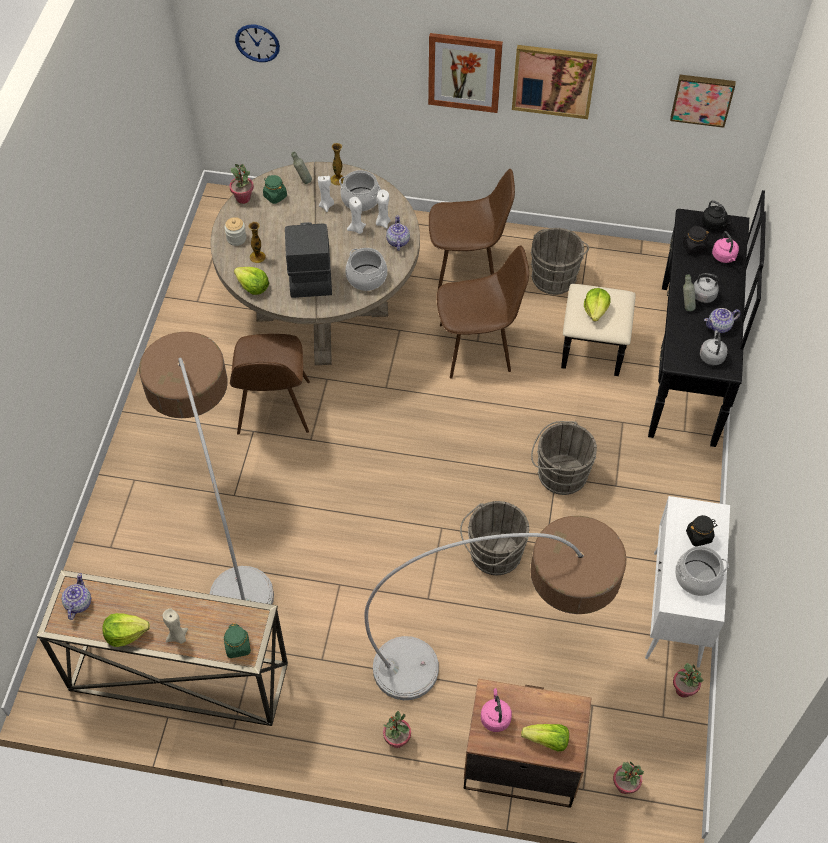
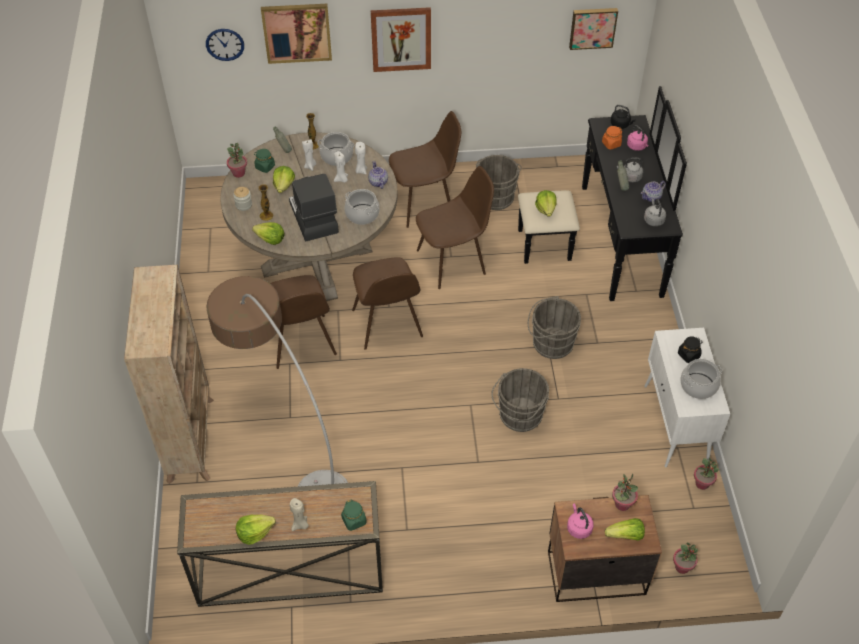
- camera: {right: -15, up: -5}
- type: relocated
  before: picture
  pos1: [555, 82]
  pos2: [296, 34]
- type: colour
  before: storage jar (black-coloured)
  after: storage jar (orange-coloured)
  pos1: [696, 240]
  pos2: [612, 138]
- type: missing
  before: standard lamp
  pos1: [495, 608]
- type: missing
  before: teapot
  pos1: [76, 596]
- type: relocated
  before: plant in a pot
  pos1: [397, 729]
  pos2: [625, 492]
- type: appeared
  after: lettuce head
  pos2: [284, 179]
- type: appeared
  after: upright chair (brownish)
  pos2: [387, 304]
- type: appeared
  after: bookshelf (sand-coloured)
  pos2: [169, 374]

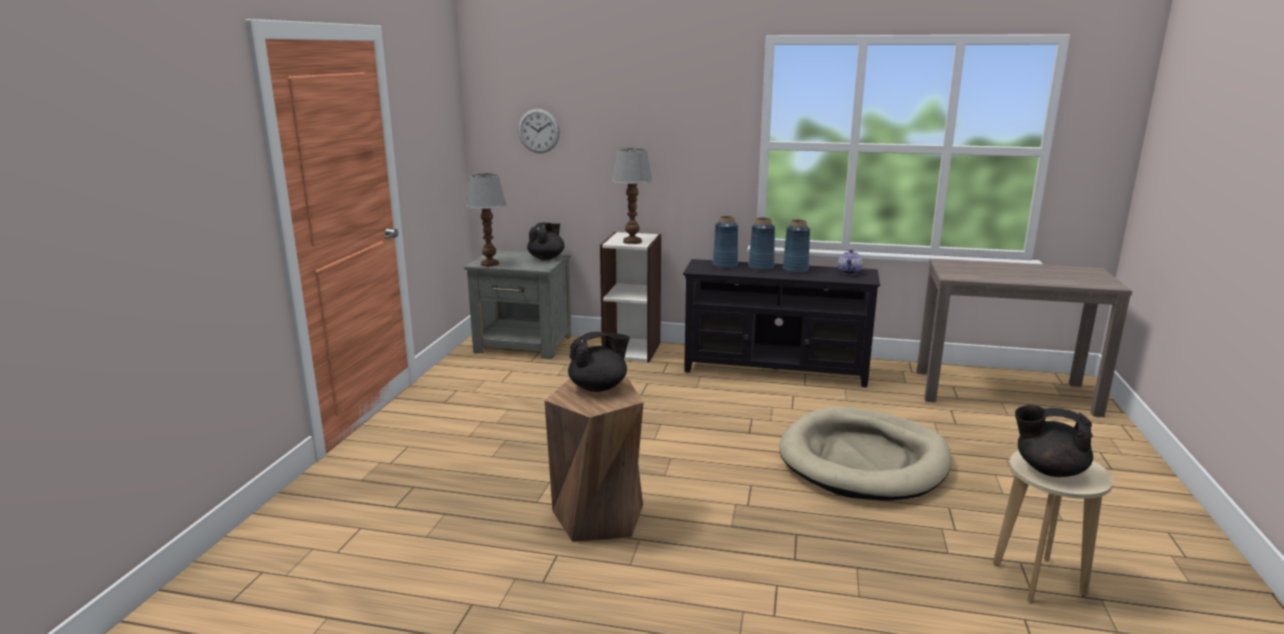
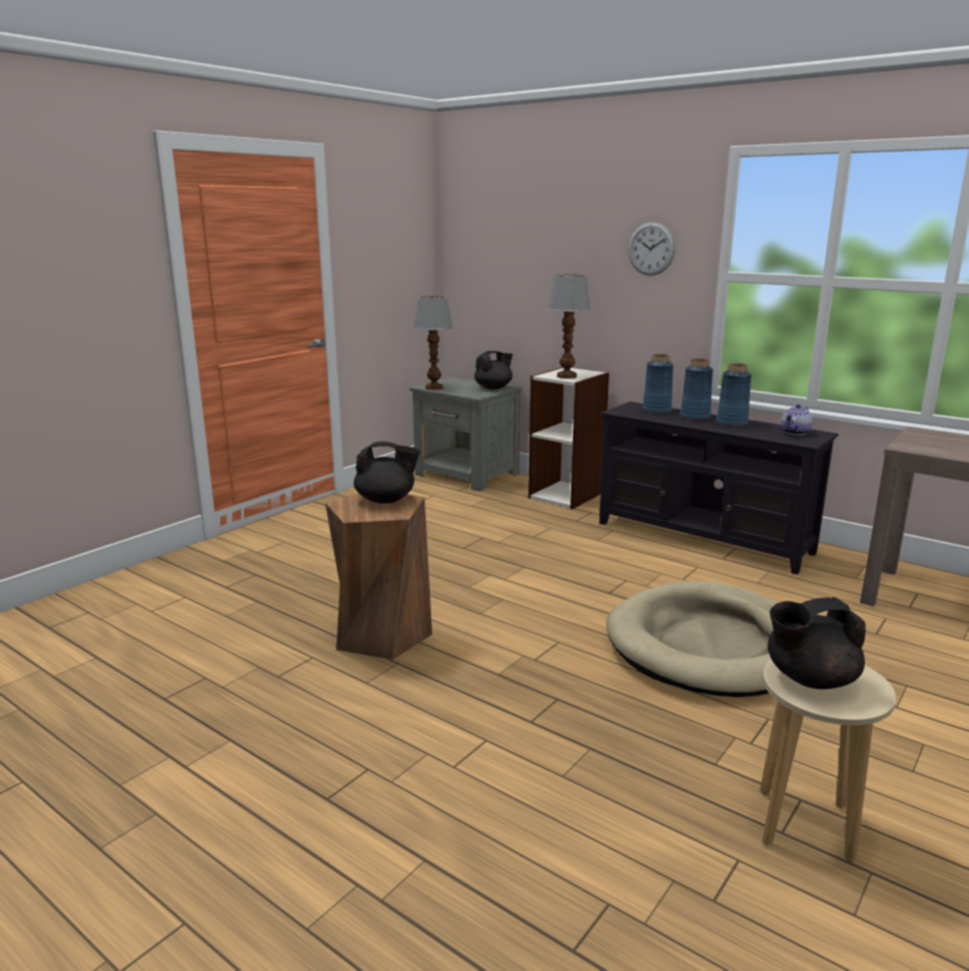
- camera: {right: 25, up: 0}
- type: relocated
  before: clock on the wall
  pos1: [539, 131]
  pos2: [651, 249]
- type: spun
  before: teapot (black-coloured)
  pos1: [1054, 441]
  pos2: [817, 643]
  turn: -60

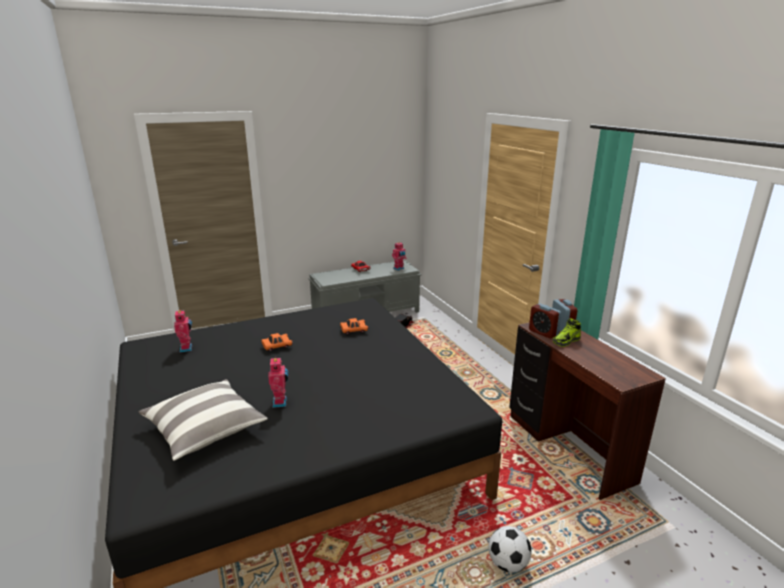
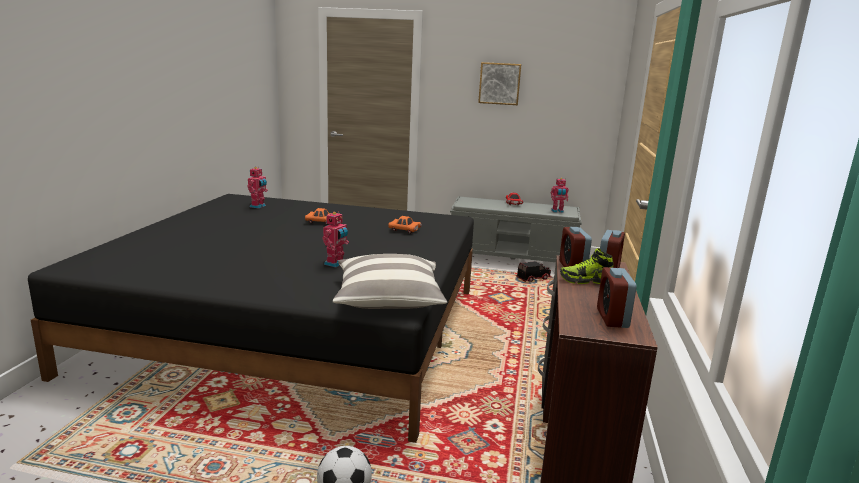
- camera: {right: 35, up: -5}
- type: relocated
  before: model robot
  pos1: [278, 382]
  pos2: [335, 239]
- type: relocated
  before: pillow
  pos1: [203, 420]
  pos2: [390, 281]
- type: appeared
  after: picture
  pos2: [500, 83]
- type: appeared
  after: table clock
  pos2: [617, 297]

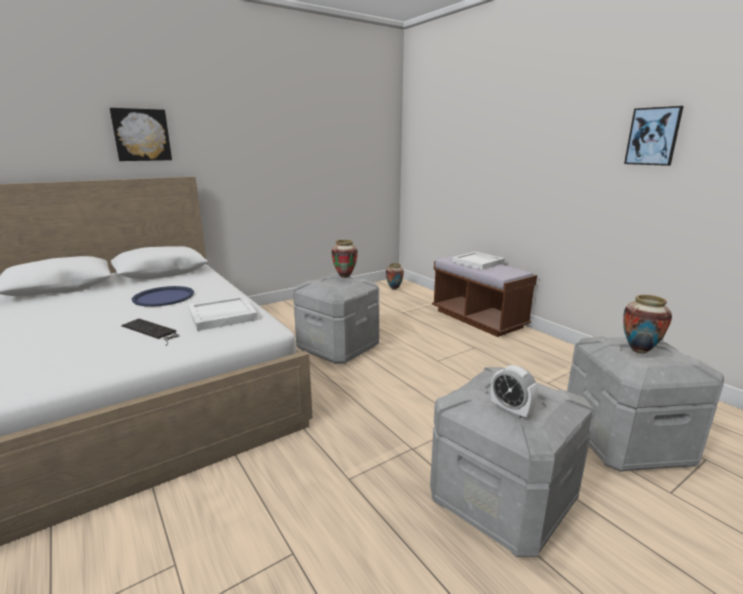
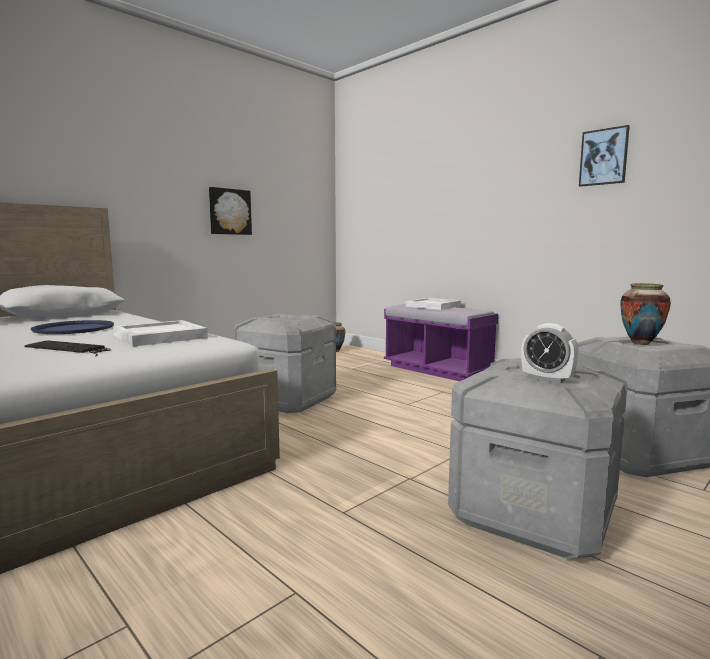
- camera: {right: -10, up: -10}
- type: relocated
  before: picture
  pos1: [140, 134]
  pos2: [230, 211]
- type: missing
  before: flower vase
  pos1: [344, 259]
- type: colour
  before: long seat (brownish)
  after: long seat (purple-coloured)
  pos1: [484, 296]
  pos2: [441, 342]

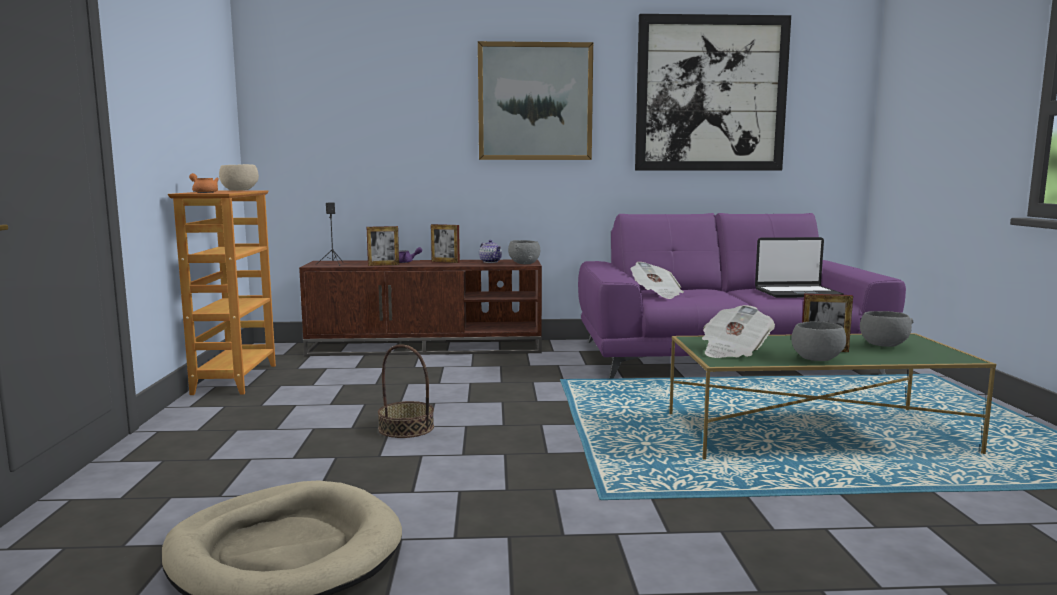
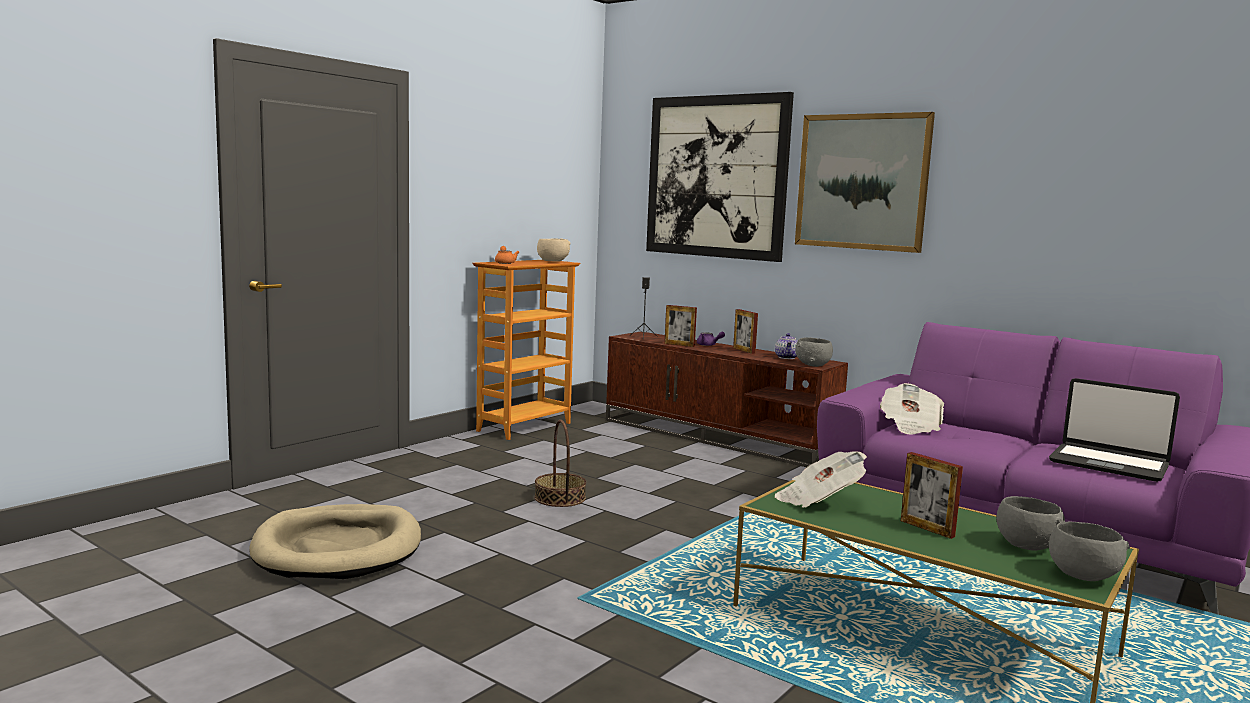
- camera: {right: 40, up: 0}
- type: relocated
  before: picture
  pos1: [713, 92]
  pos2: [720, 177]
- type: relocated
  before: bowl (gray)
  pos1: [819, 341]
  pos2: [1089, 551]

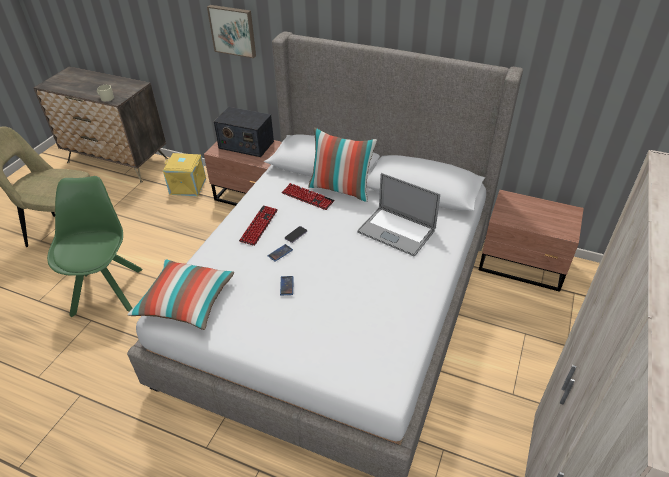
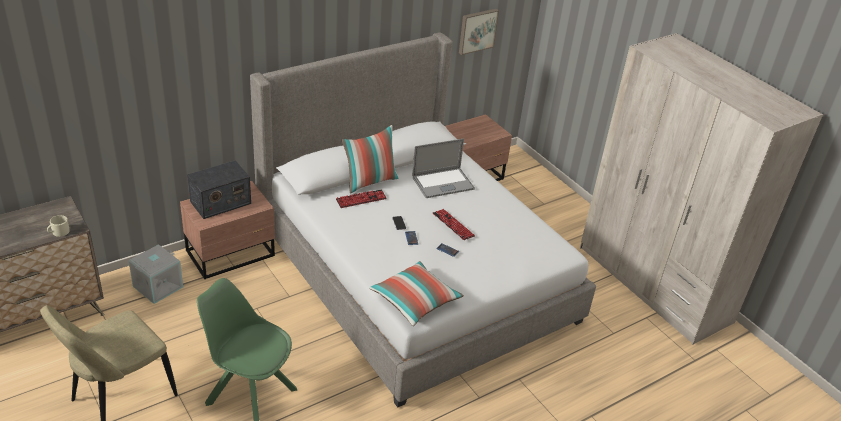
- camera: {right: -60, up: -5}
- type: relocated
  before: picture
  pos1: [231, 31]
  pos2: [479, 32]
- type: colour
  before: storage container (yellowish)
  after: storage container (gray)
  pos1: [184, 174]
  pos2: [155, 274]
- type: relocated
  before: keyboard
  pos1: [258, 226]
  pos2: [454, 224]

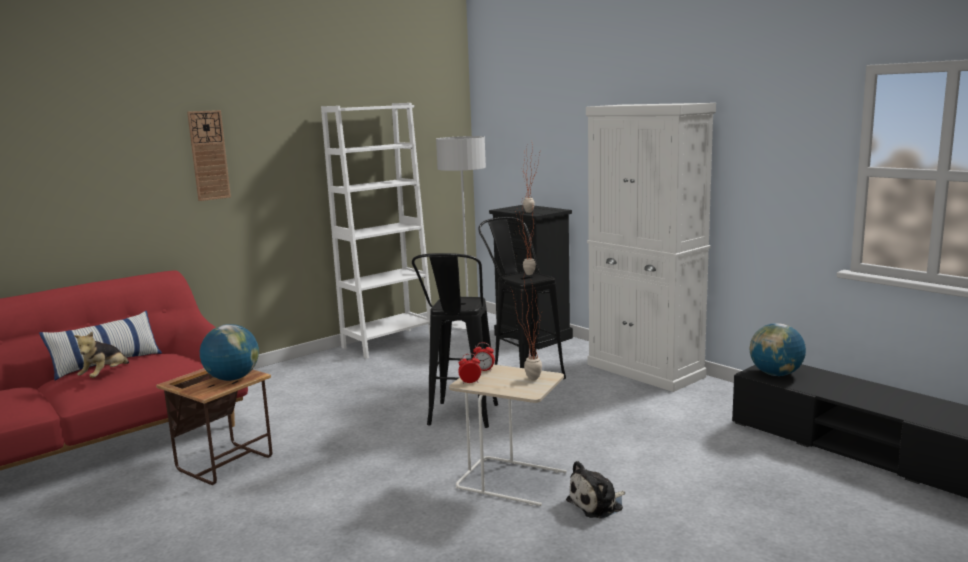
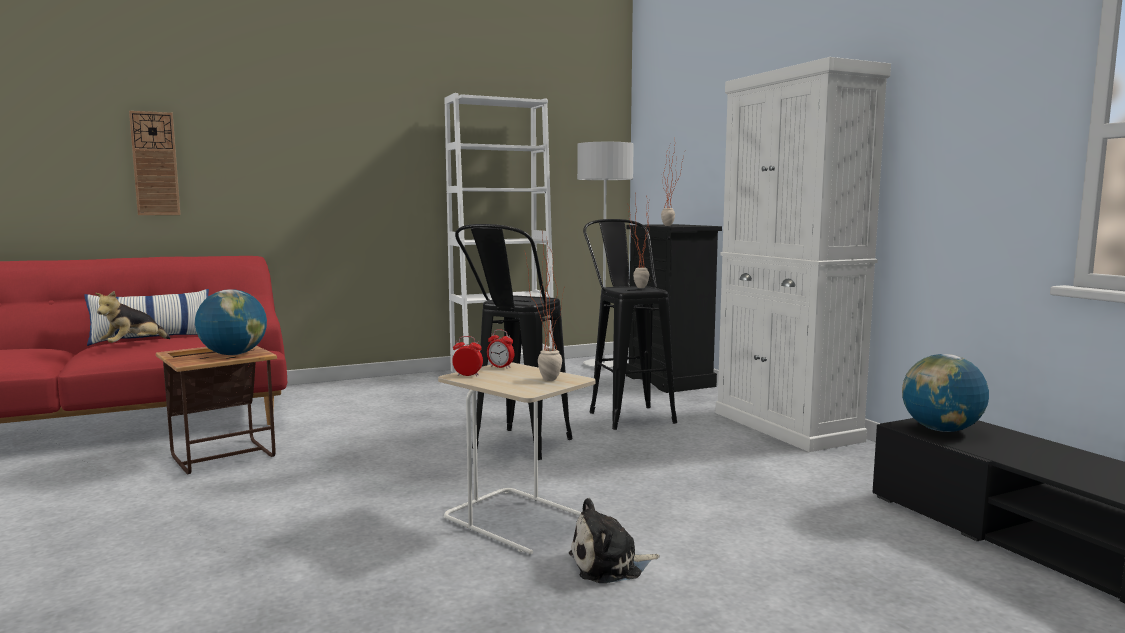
- camera: {right: 15, up: -5}
- type: relocated
  before: clock on the wall
  pos1: [209, 155]
  pos2: [154, 163]

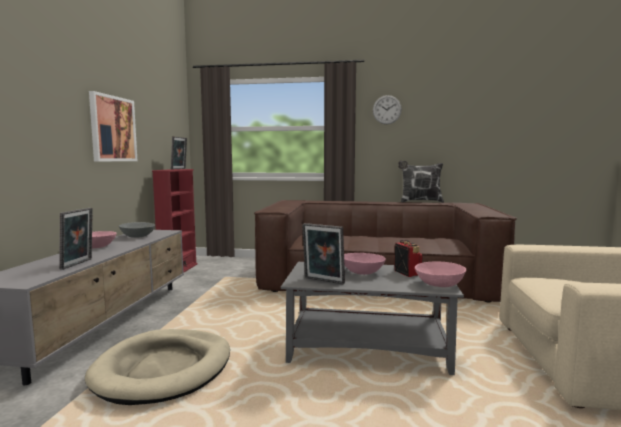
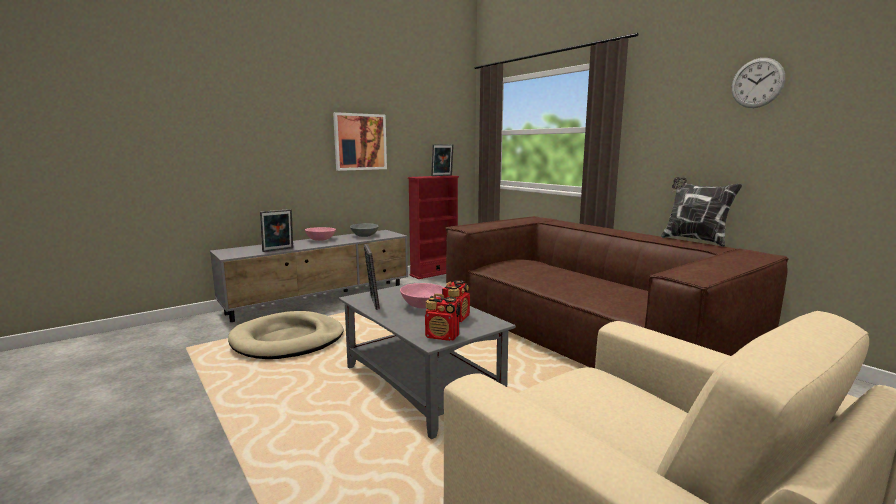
- camera: {right: 45, up: 5}
- type: relocated
  before: clock on the wall
  pos1: [387, 109]
  pos2: [758, 83]
- type: exchanged
  before: bowl (pink)
  after: radio receiver
  pos1: [440, 274]
  pos2: [442, 317]

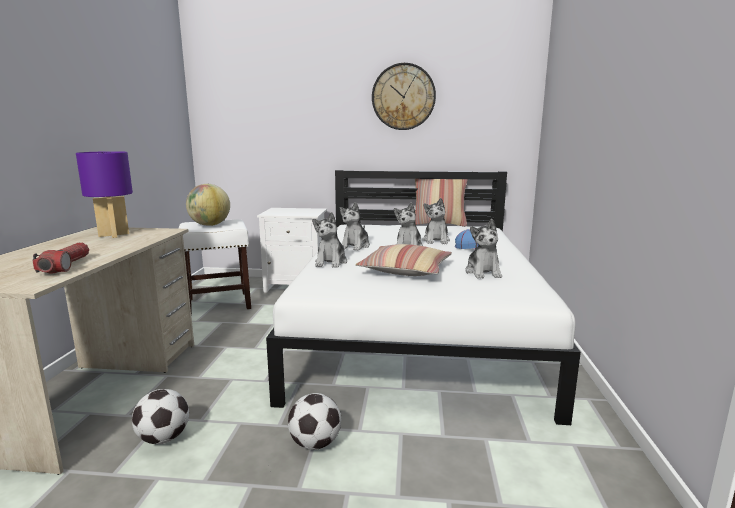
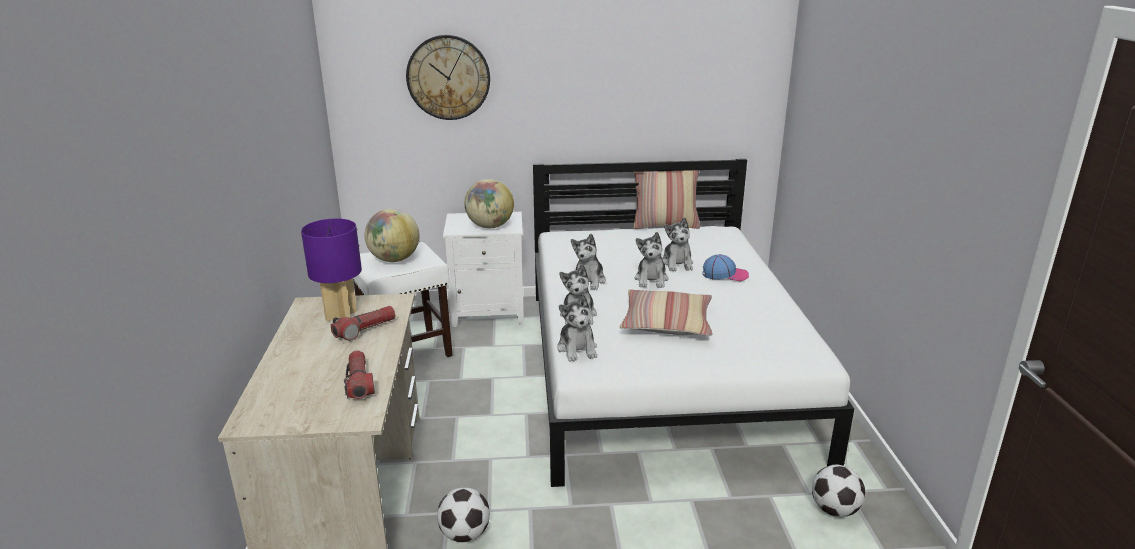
- camera: {right: -10, up: 10}
- type: relocated
  before: clock on the wall
  pos1: [404, 96]
  pos2: [448, 77]
- type: relocated
  before: cuddly toy
  pos1: [483, 249]
  pos2: [577, 328]
- type: relocated
  before: football
  pos1: [314, 421]
  pos2: [838, 491]
- type: appeared
  after: world globe
  pos2: [489, 203]
- type: appeared
  after: hand torch
  pos2: [363, 323]

